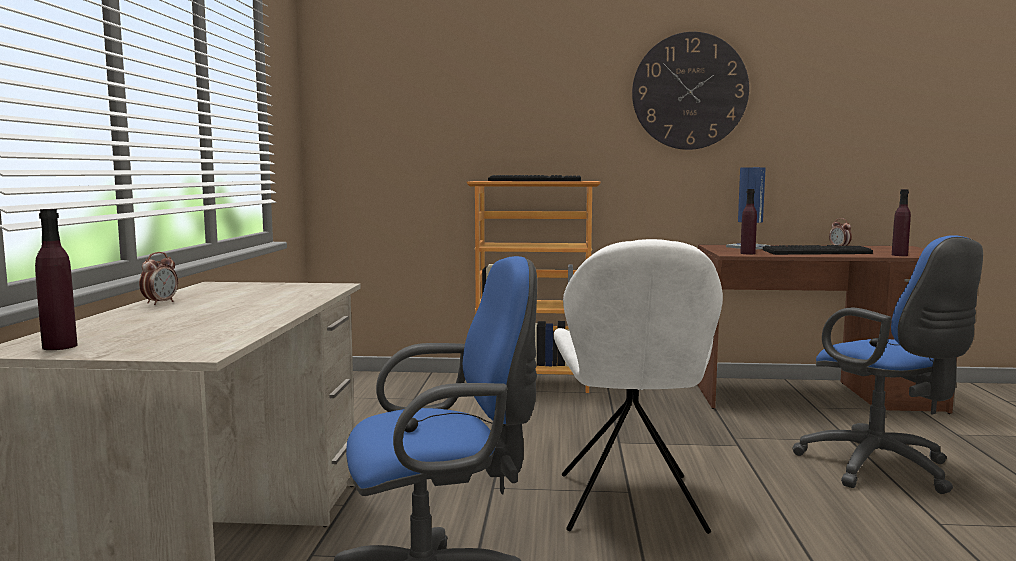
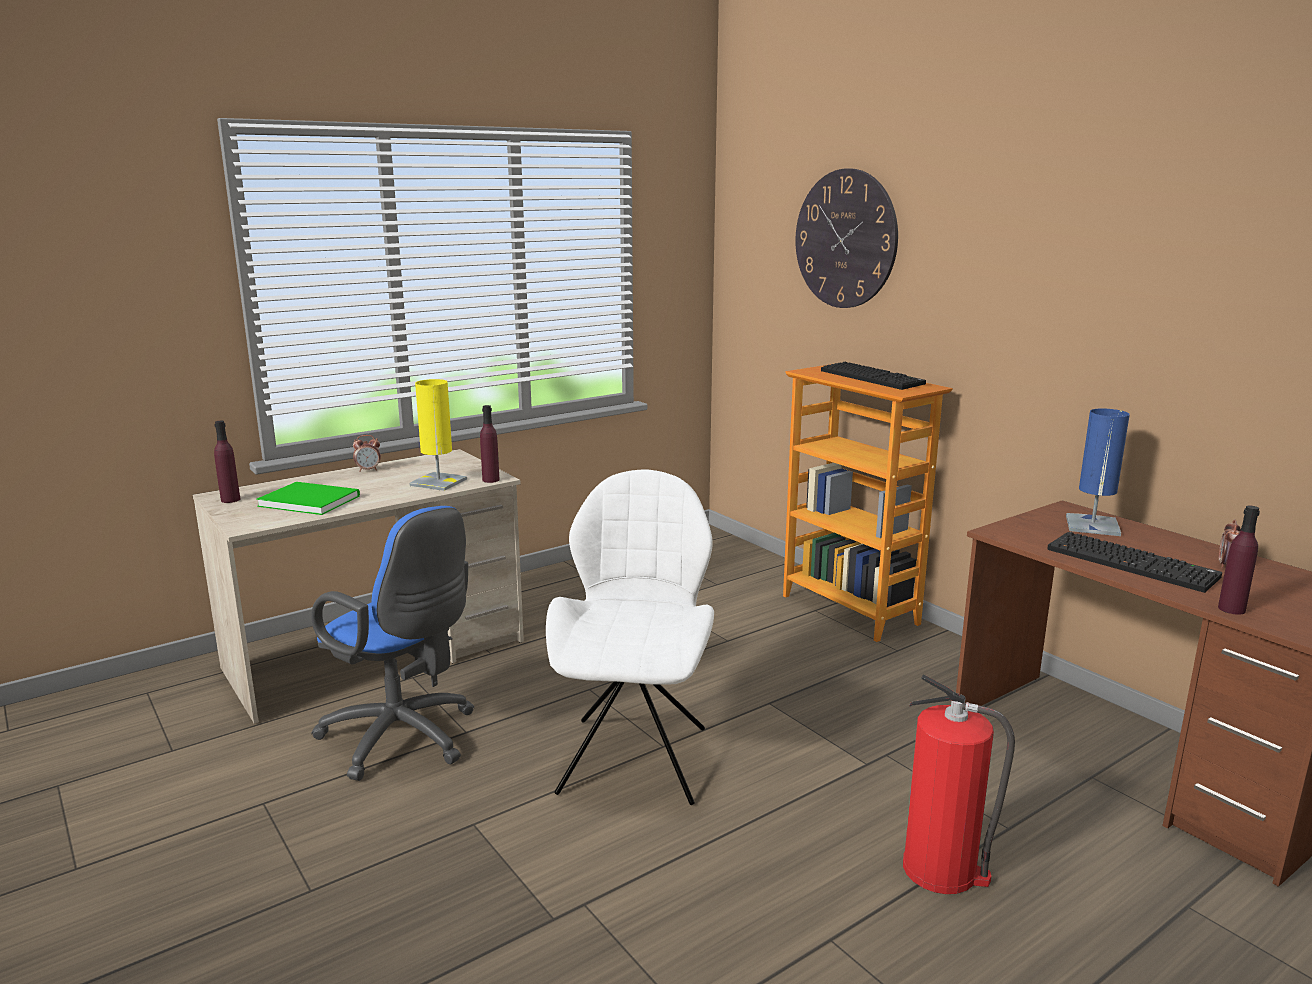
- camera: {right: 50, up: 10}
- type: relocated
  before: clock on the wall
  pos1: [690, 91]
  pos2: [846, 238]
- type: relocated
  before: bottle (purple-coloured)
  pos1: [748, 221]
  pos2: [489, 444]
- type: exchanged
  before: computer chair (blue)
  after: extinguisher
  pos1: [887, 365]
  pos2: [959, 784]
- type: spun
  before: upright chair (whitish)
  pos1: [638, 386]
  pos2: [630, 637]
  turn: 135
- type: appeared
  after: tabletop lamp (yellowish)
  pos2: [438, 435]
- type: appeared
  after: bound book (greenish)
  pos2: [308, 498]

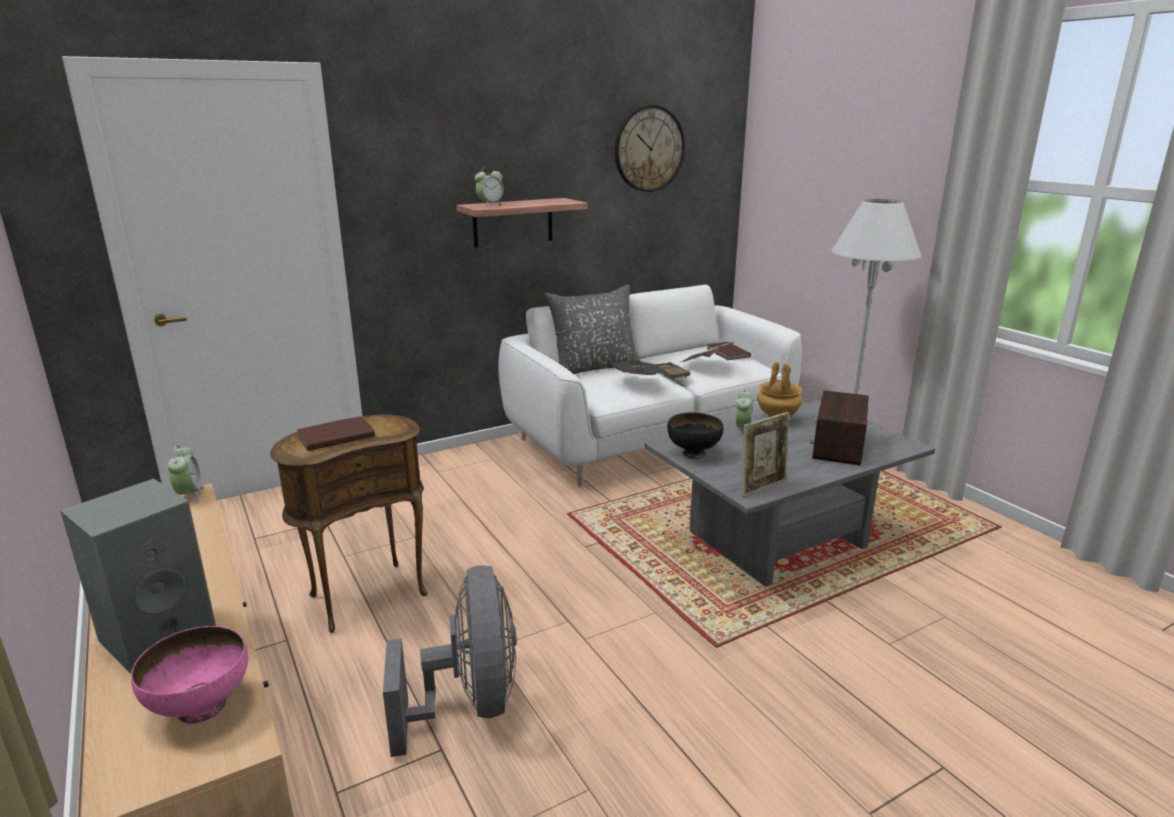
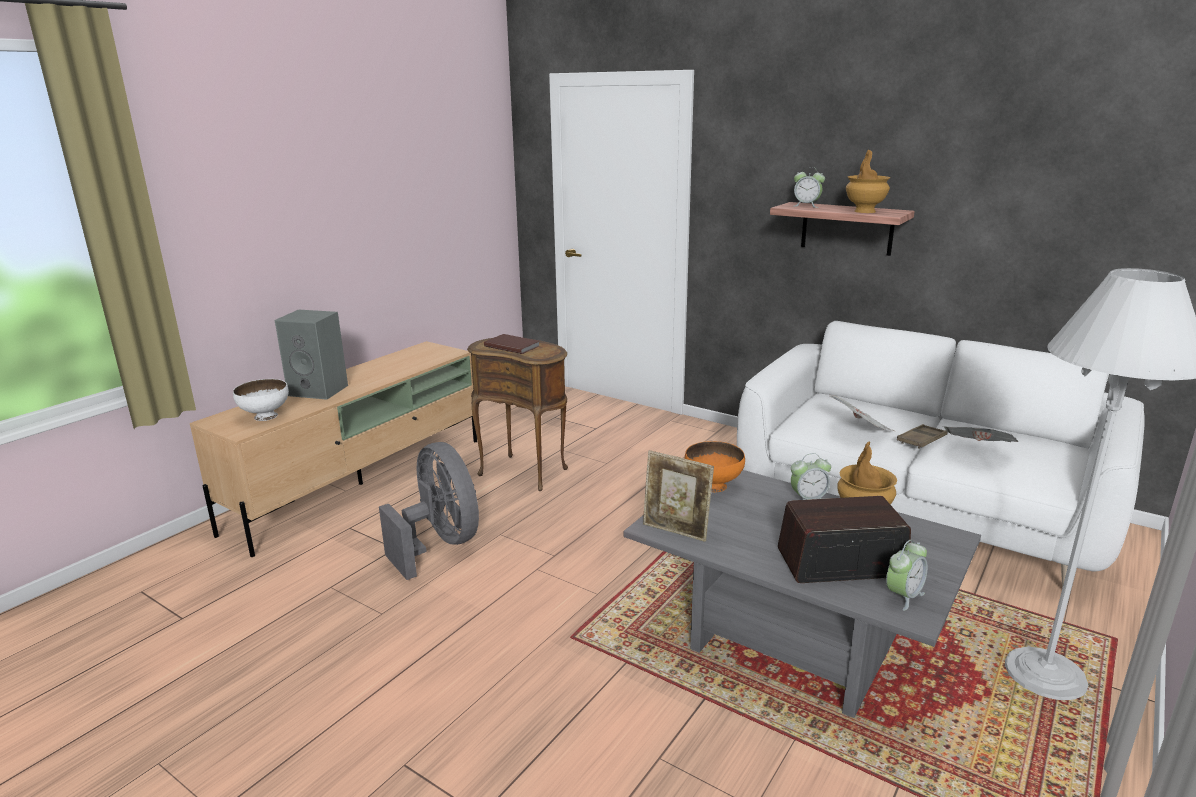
- camera: {right: 65, up: 0}
- type: missing
  before: clock on the wall
  pos1: [649, 148]
- type: missing
  before: pillow (gray)
  pos1: [592, 329]
- type: missing
  before: bound book (brownish)
  pos1: [729, 351]
- type: colour
  before: bowl (black-coloured)
  after: bowl (orange-coloured)
  pos1: [695, 436]
  pos2: [715, 466]
- type: relocated
  before: table clock
  pos1: [186, 474]
  pos2: [907, 575]
- type: spun
  before: fan (gray)
  pos1: [450, 661]
  pos2: [429, 511]
  turn: -90
- type: colour
  before: bowl (pink)
  after: bowl (whitish)
  pos1: [189, 675]
  pos2: [261, 400]
- type: appeared
  after: flower vase (brownish)
  pos2: [868, 181]

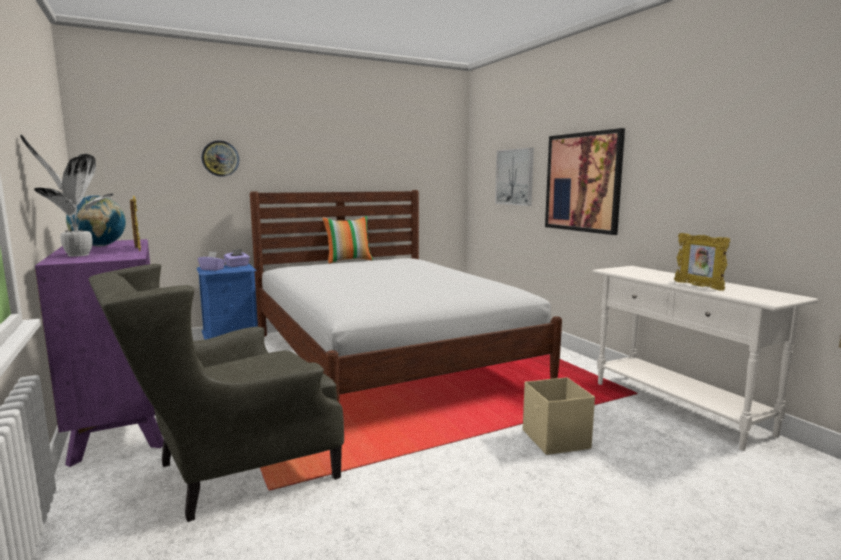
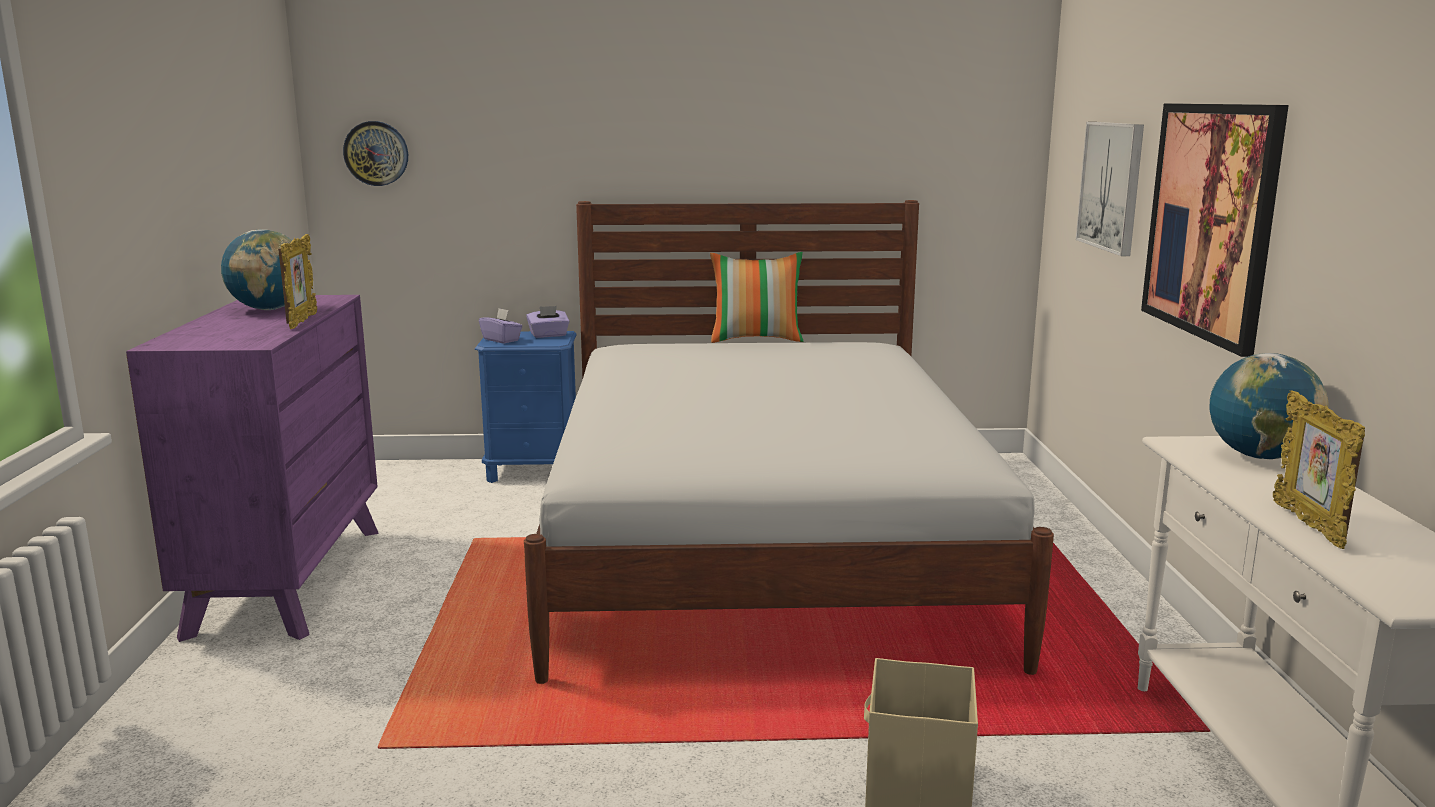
- camera: {right: 25, up: 5}
- type: missing
  before: plant in a pot
  pos1: [67, 196]
- type: relocated
  before: clock on the wall
  pos1: [220, 159]
  pos2: [375, 153]
- type: missing
  before: lounge chair (gray)
  pos1: [216, 393]
- type: appeared
  after: world globe
  pos2: [1269, 406]

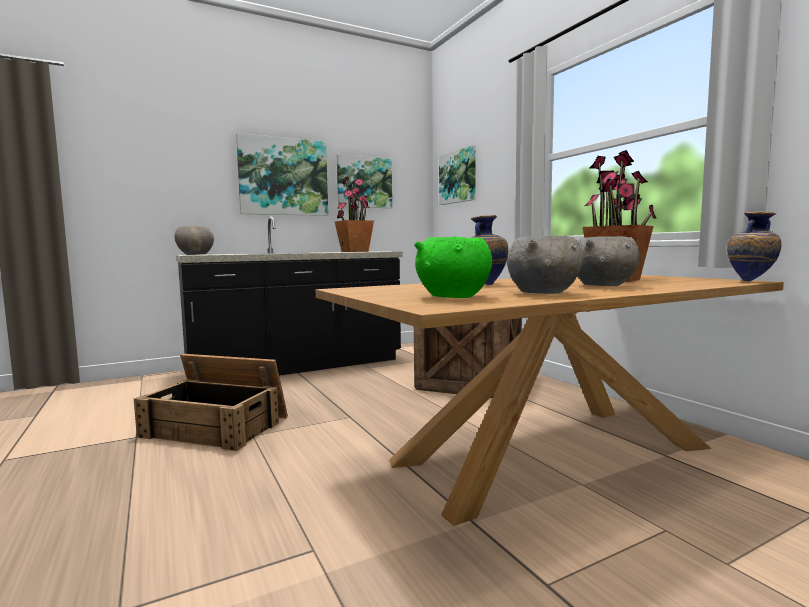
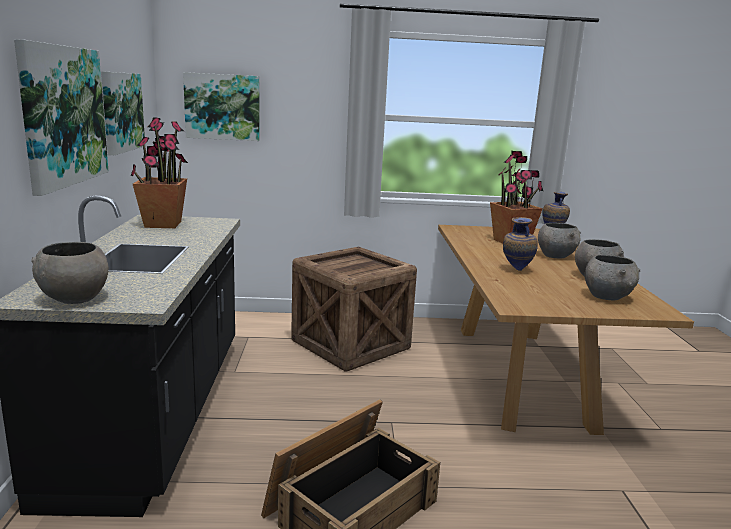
- camera: {right: -65, up: 10}
- type: colour
  before: bowl (greenish)
  after: bowl (gray)
  pos1: [453, 267]
  pos2: [612, 277]

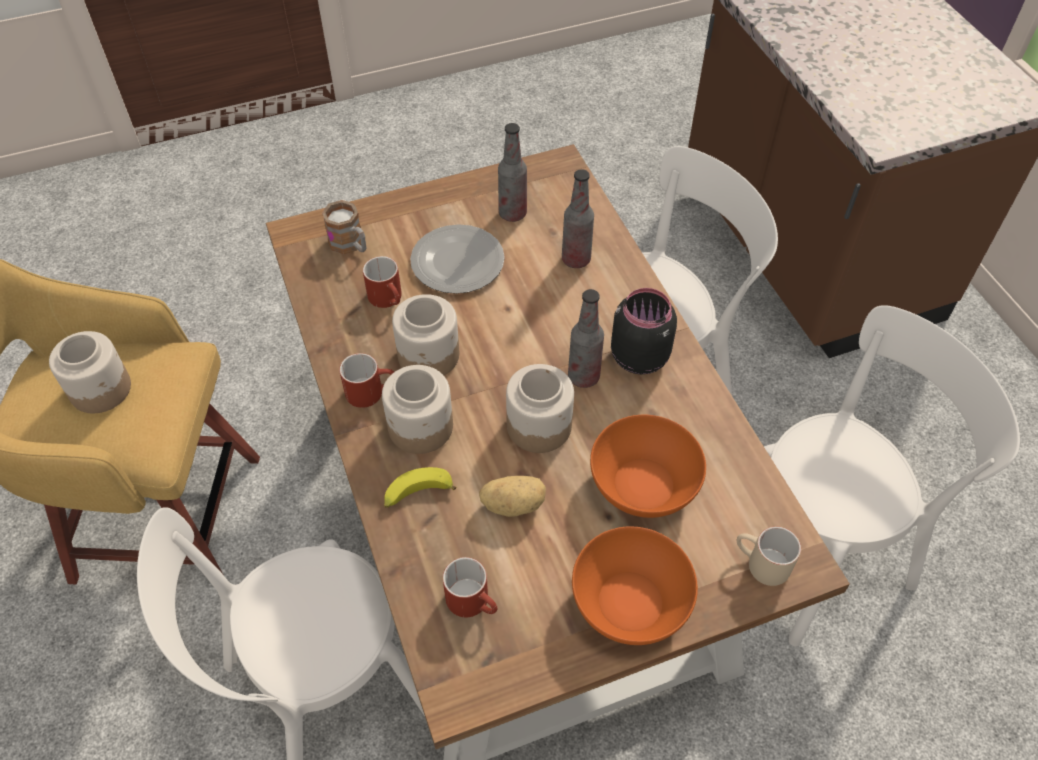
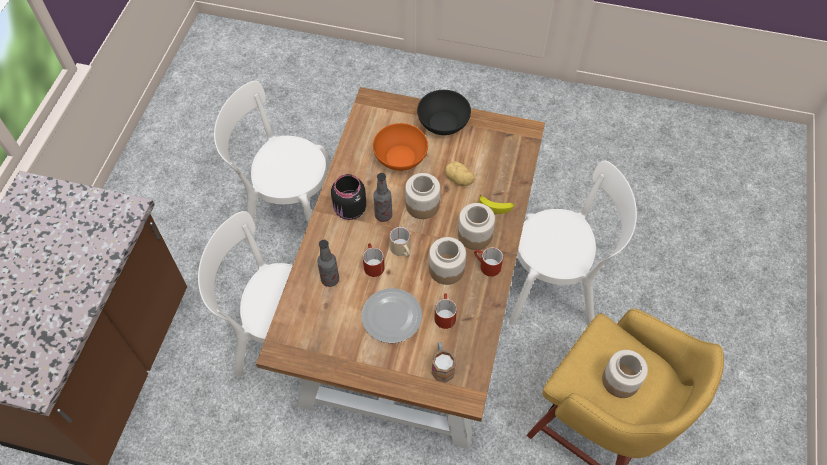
- camera: {right: -145, up: 5}
- type: missing
  before: bottle
  pos1: [512, 172]
- type: relocated
  before: mug (sand-coloured)
  pos1: [769, 556]
  pos2: [400, 242]
- type: colour
  before: bowl (orange-coloured)
  after: bowl (black-coloured)
  pos1: [635, 586]
  pos2: [444, 112]
- type: relocated
  before: mug (red)
  pos1: [470, 587]
  pos2: [374, 260]

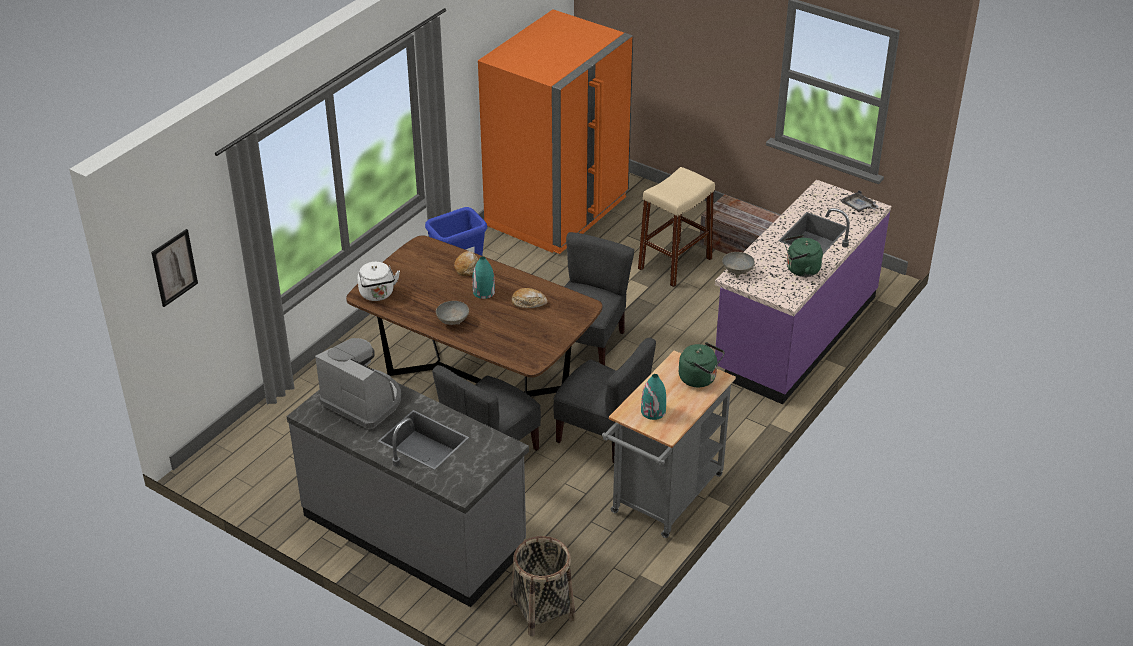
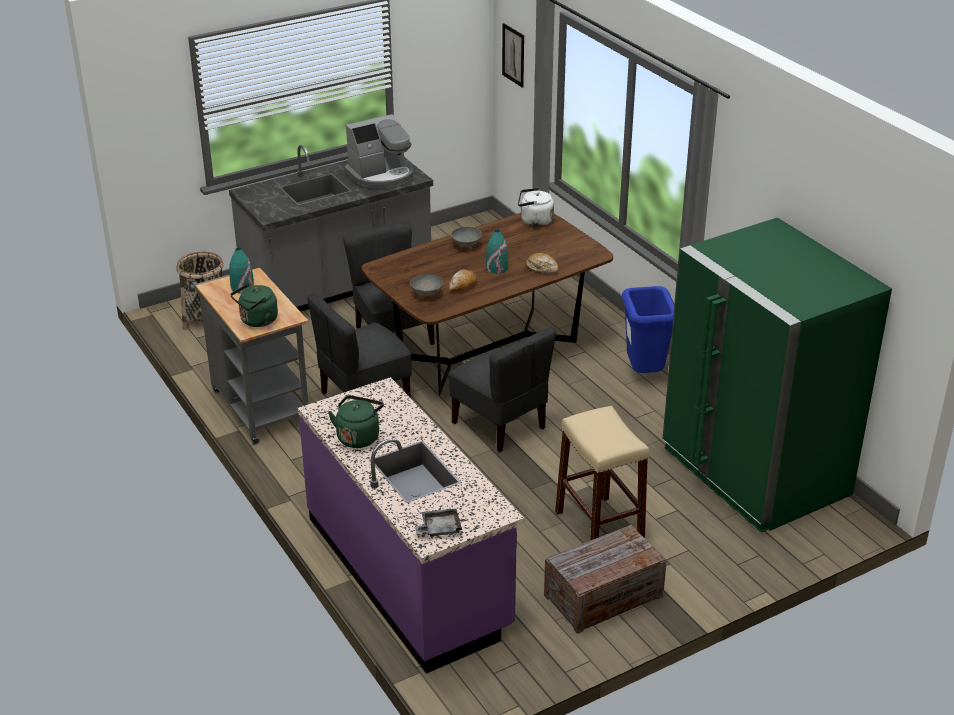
- camera: {right: 115, up: -5}
- type: colour
  before: fridge (orange-coloured)
  after: fridge (greenish)
  pos1: [555, 132]
  pos2: [777, 374]
- type: relocated
  before: bowl (gray)
  pos1: [738, 265]
  pos2: [426, 286]

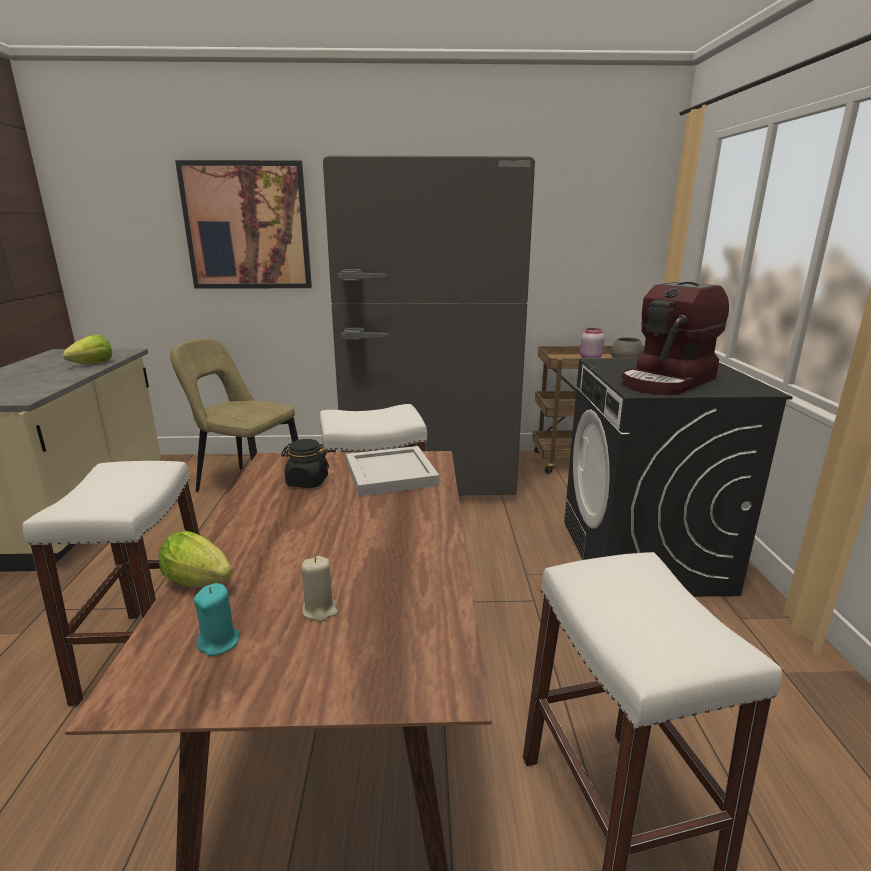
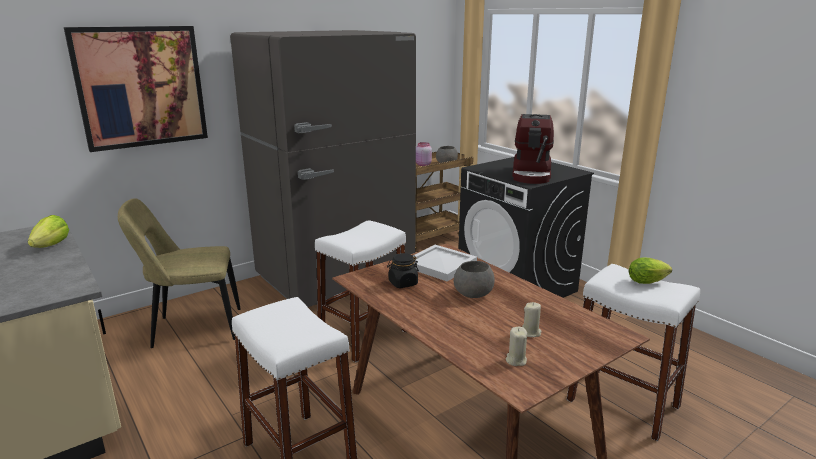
- camera: {right: -35, up: 0}
- type: relocated
  before: lettuce head
  pos1: [195, 558]
  pos2: [650, 270]
- type: colour
  before: wax light (turquoise-coloured)
  after: wax light (sand-coloured)
  pos1: [217, 619]
  pos2: [516, 346]
- type: appeared
  after: bowl (gray)
  pos2: [474, 279]

